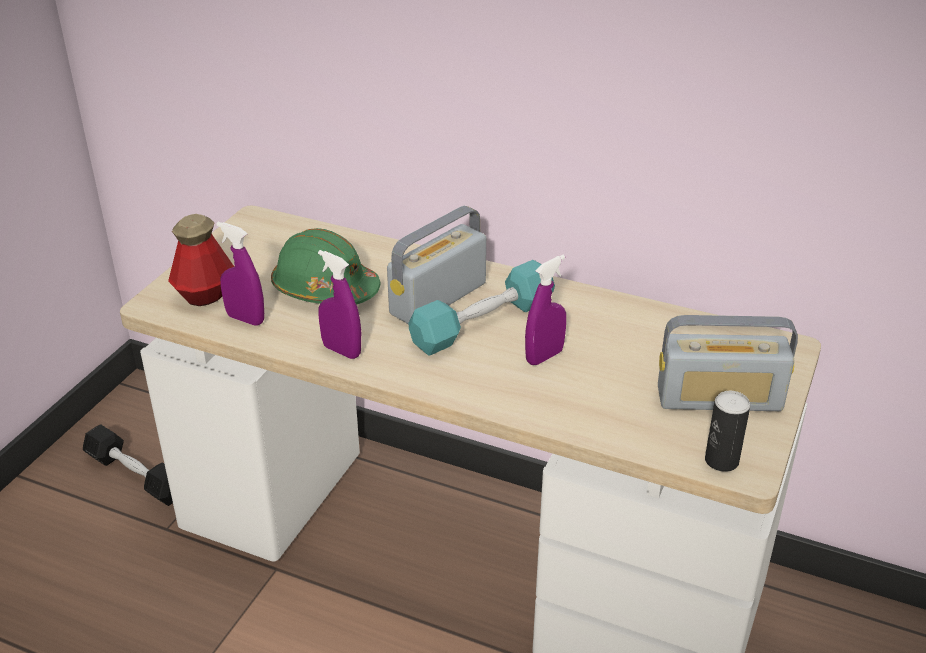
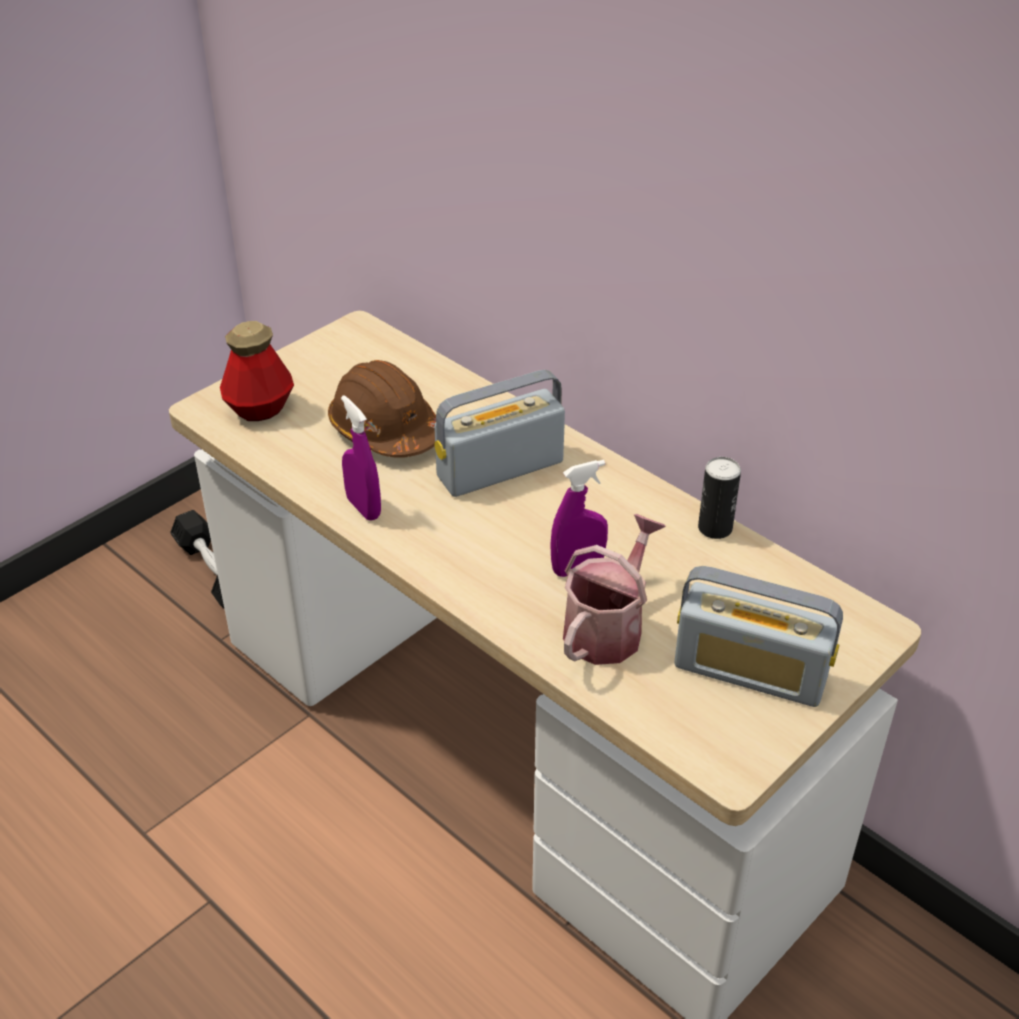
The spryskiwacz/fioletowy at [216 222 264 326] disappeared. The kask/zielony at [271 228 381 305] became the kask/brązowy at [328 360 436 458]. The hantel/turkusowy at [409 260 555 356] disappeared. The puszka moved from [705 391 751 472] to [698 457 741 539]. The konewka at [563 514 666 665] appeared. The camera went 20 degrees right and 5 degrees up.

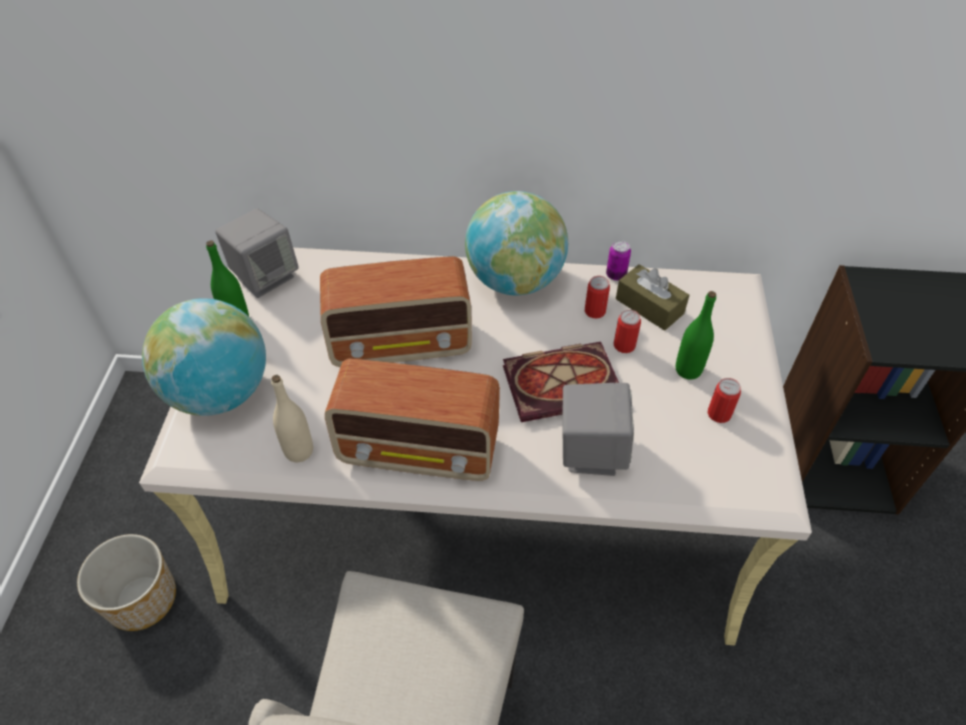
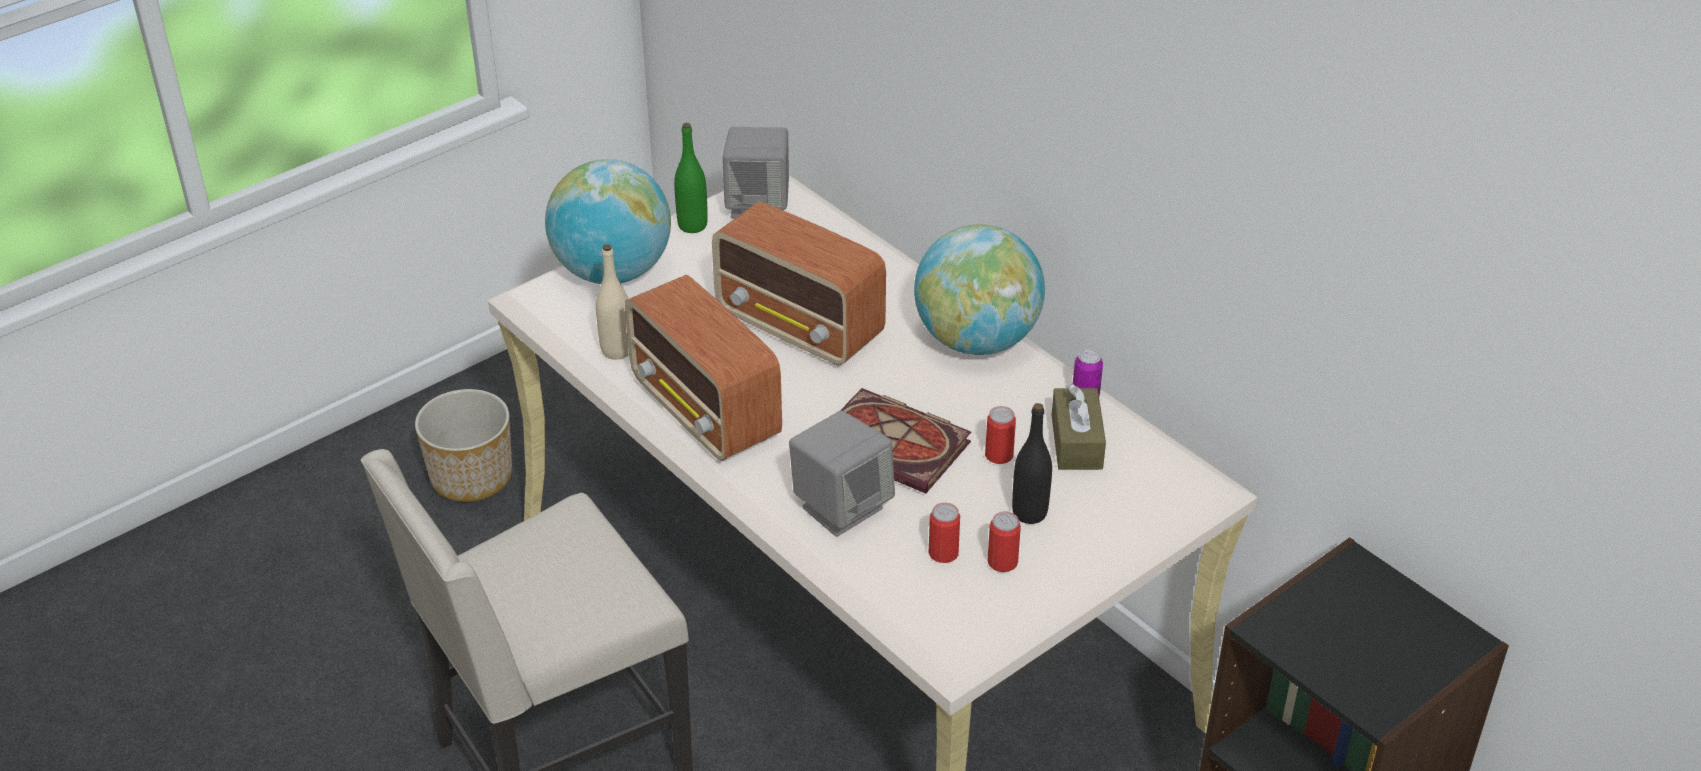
The puszka moved from [585 276 610 318] to [929 503 960 563]. The butelka/zielony at [676 291 716 379] became the butelka/czarny at [1012 403 1052 524]. The camera went 45 degrees right and 10 degrees down.

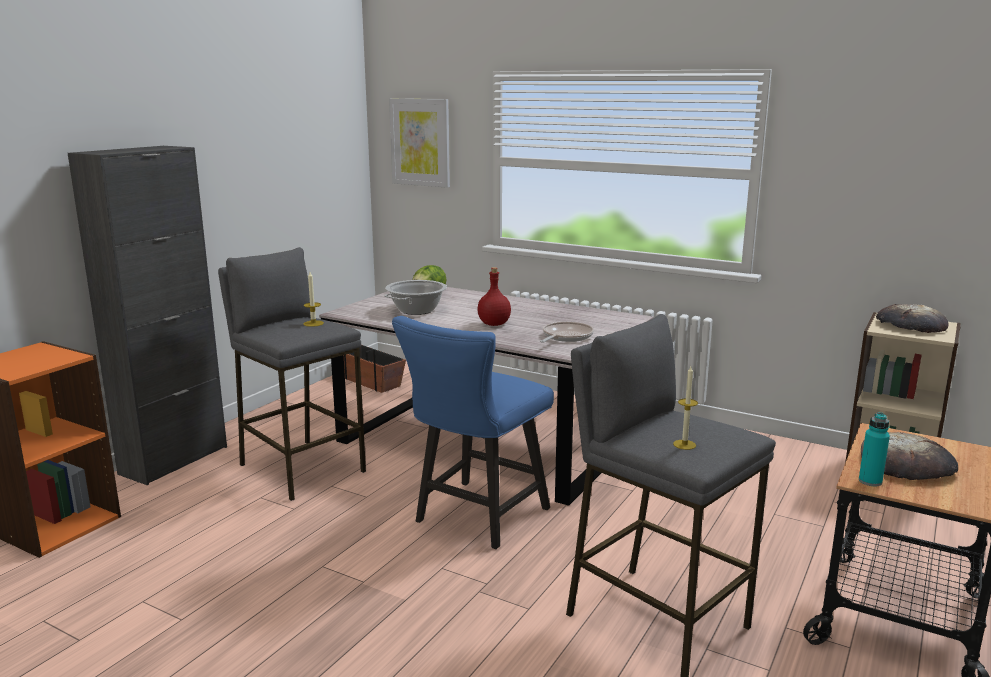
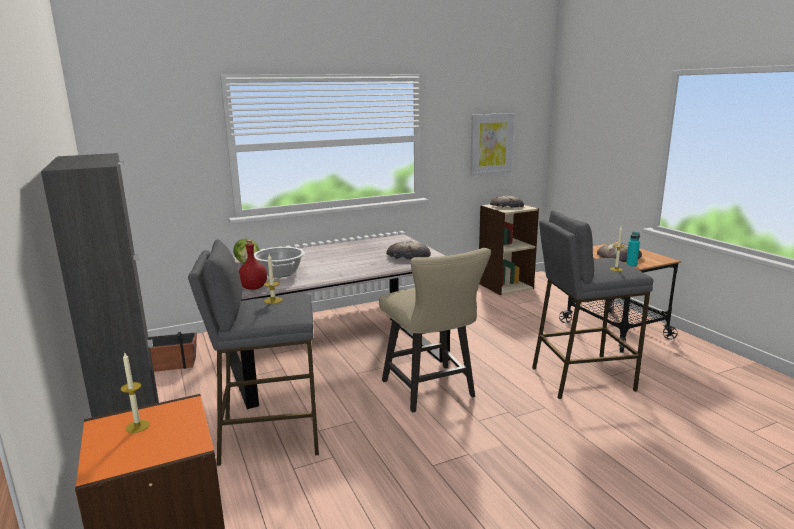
The obraz moved from [389 99 450 188] to [470 113 514 176]. The butelka/czerwony moved from [477 267 511 326] to [239 240 267 290]. The krzesło/niebieski at [392 316 554 549] became the krzesło/beżowy at [379 248 491 412]. The patelnia at [540 322 594 343] was replaced by the chleb at [386 241 431 259]. The świeca at [120 353 150 433] appeared. The camera went 55 degrees left and 0 degrees up.

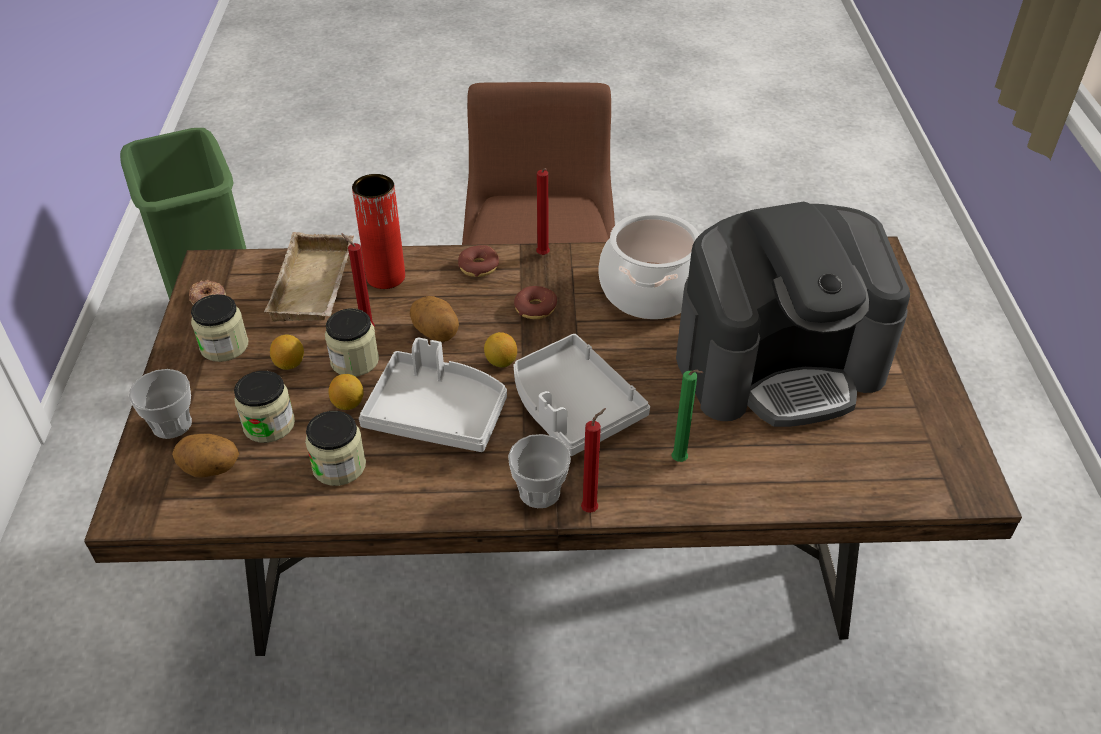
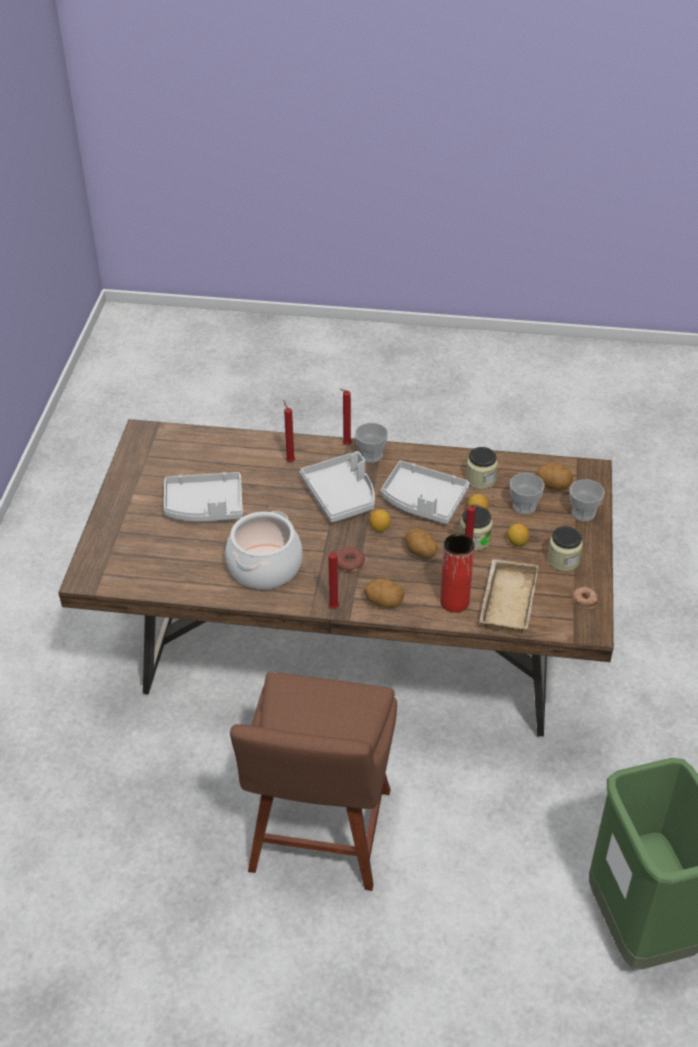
The ekspres do kawy at [676 202 910 427] was replaced by the taca/szary at [164 472 243 522]. The donut at [458 245 499 277] was replaced by the ziemniak at [364 579 404 608]. The świeca/zielony at [672 370 704 462] became the świeca/czerwony at [283 400 295 462]. The słoik at [234 371 295 443] was replaced by the filiżanka at [510 473 545 514]. The camera went 170 degrees left and 0 degrees up.

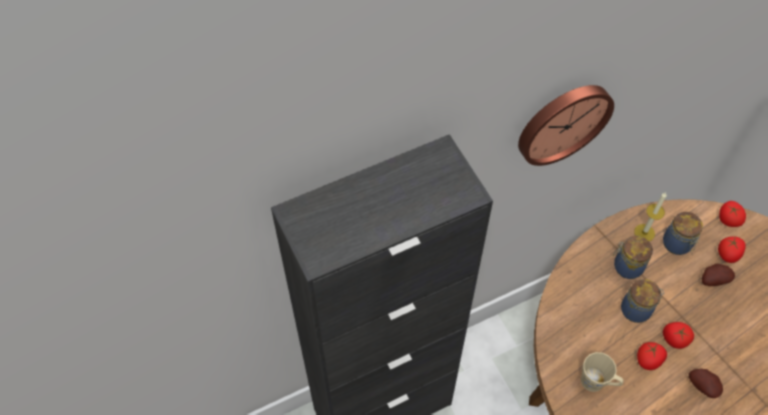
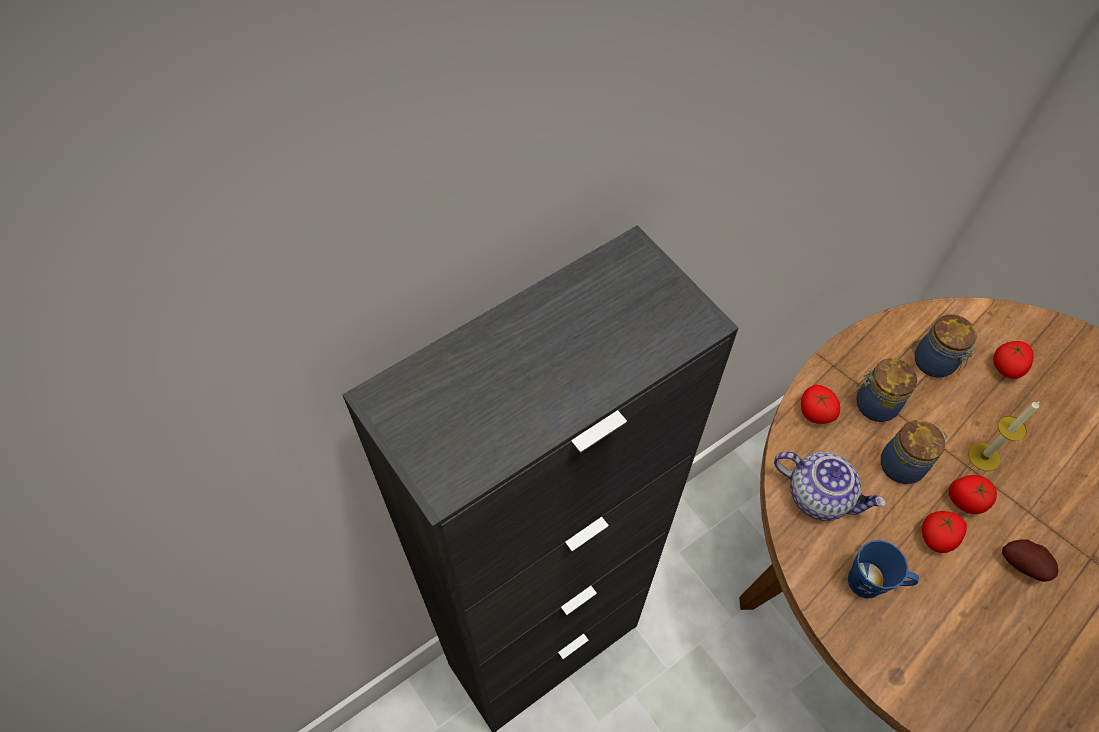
The zegar ścienny at [518 85 614 166] disappeared. The świeca moved from [634 192 666 241] to [968 401 1039 471]. The pomidor moved from [719 201 746 227] to [801 385 840 424]. The ziemniak at [702 264 735 286] disappeared. The kubek/beżowy at [581 352 624 392] became the kubek/niebieski at [848 540 919 599]. The imbryk at [774 452 886 521] appeared. The camera went 10 degrees left and 0 degrees up.

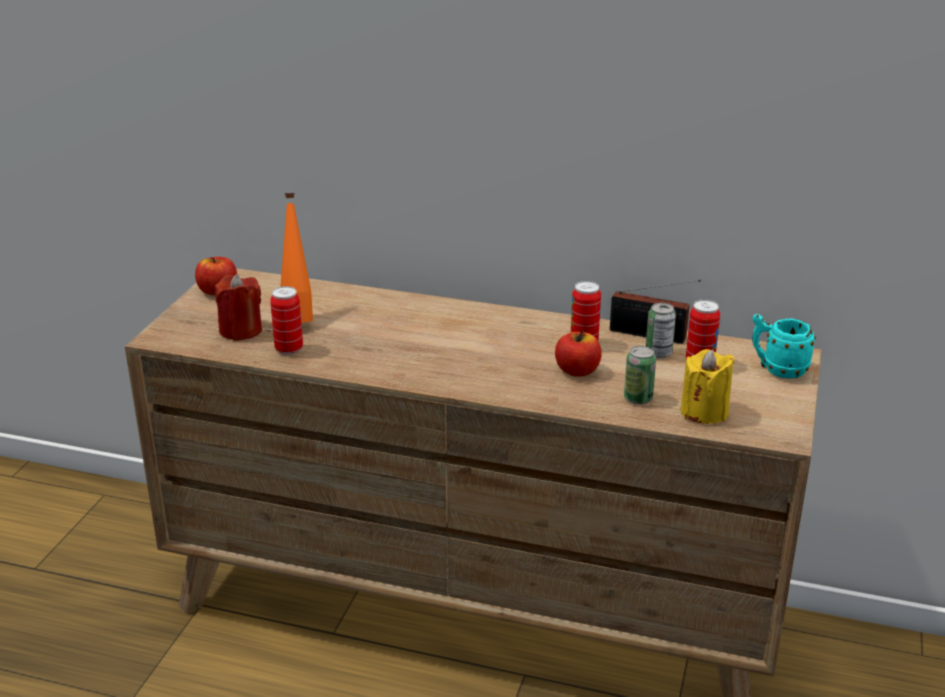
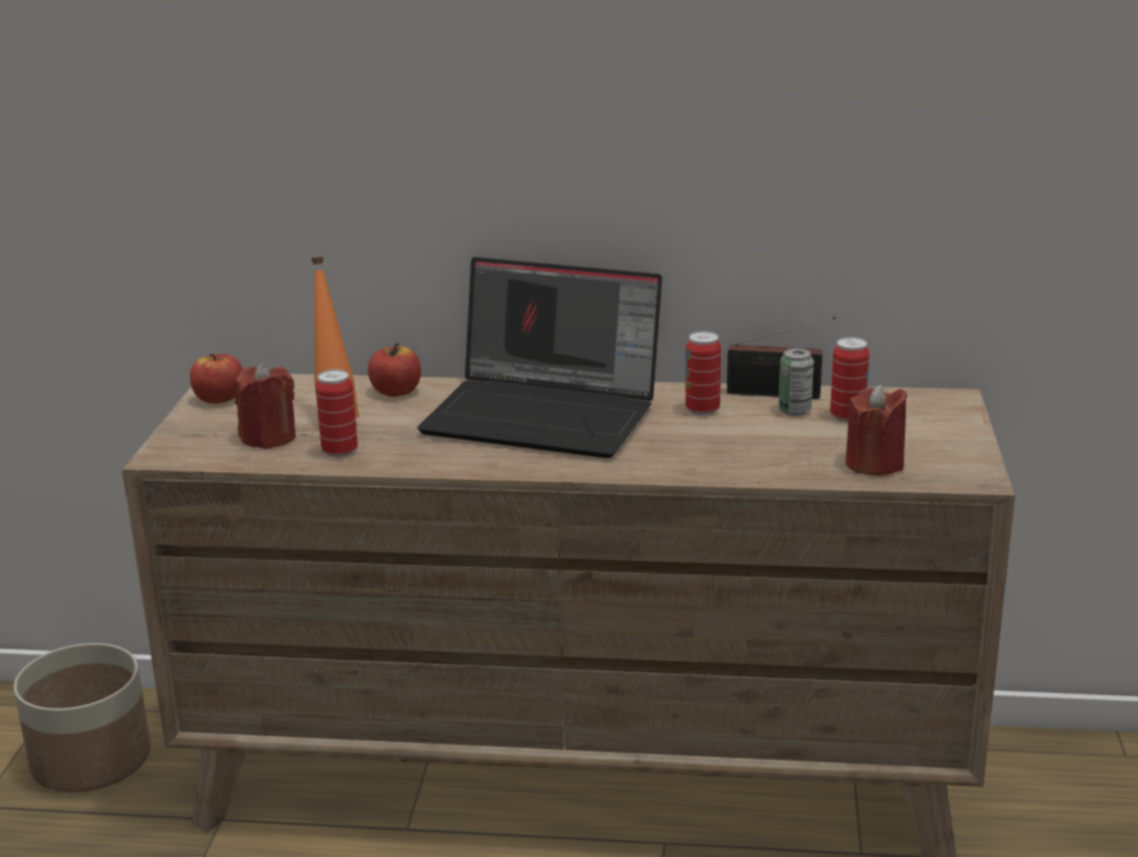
The kubek/turkusowy at [752 314 816 379] disappeared. The jabłko moved from [555 330 602 377] to [368 343 421 397]. The puszka at [624 346 656 404] disappeared. The świeca/żółty at [680 349 735 424] became the świeca/czerwony at [845 384 907 476]. The laptop at [417 257 662 458] appeared. The donica at [14 643 151 793] appeared. The camera went 10 degrees left and 5 degrees down.

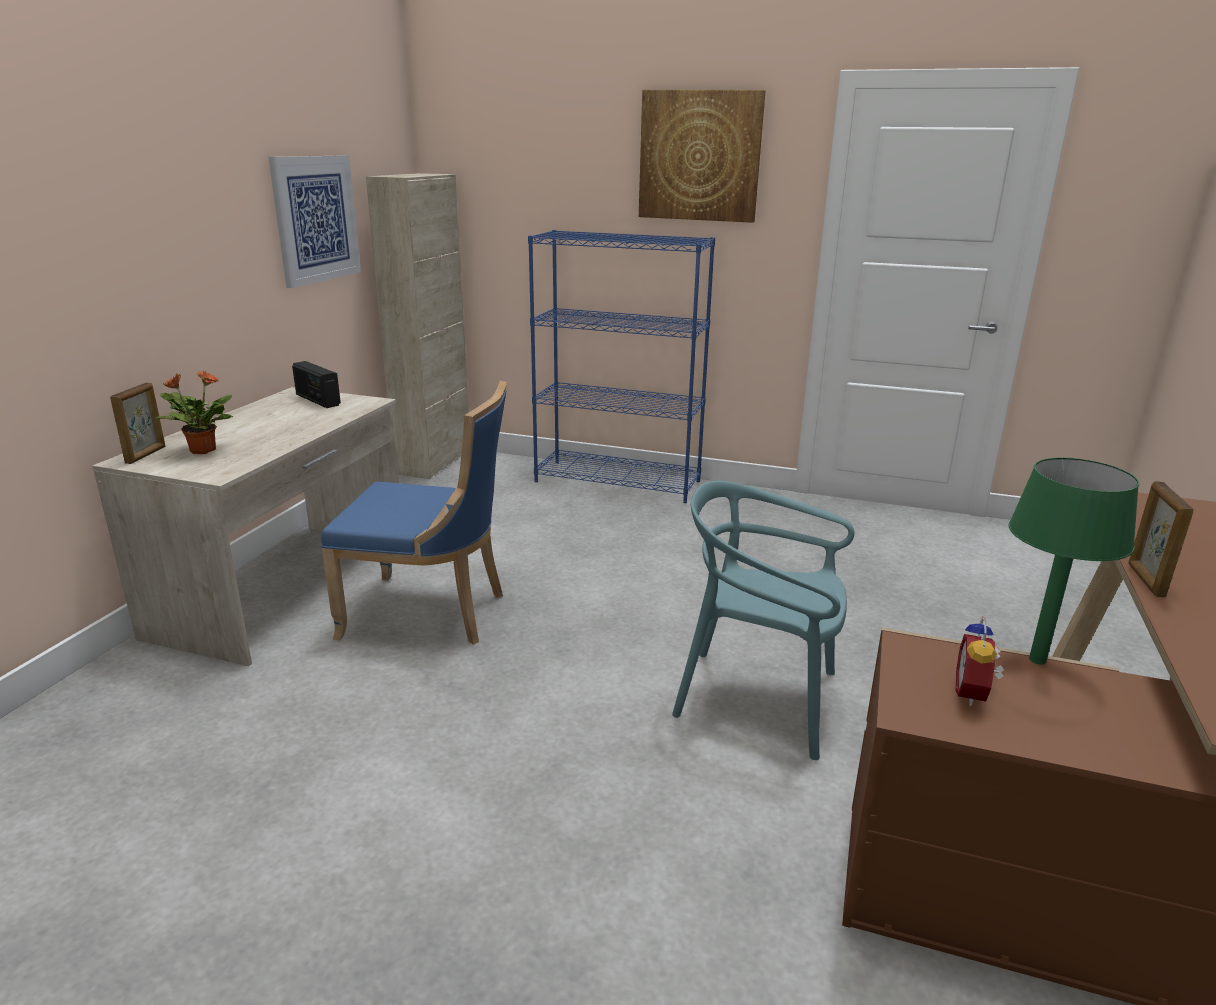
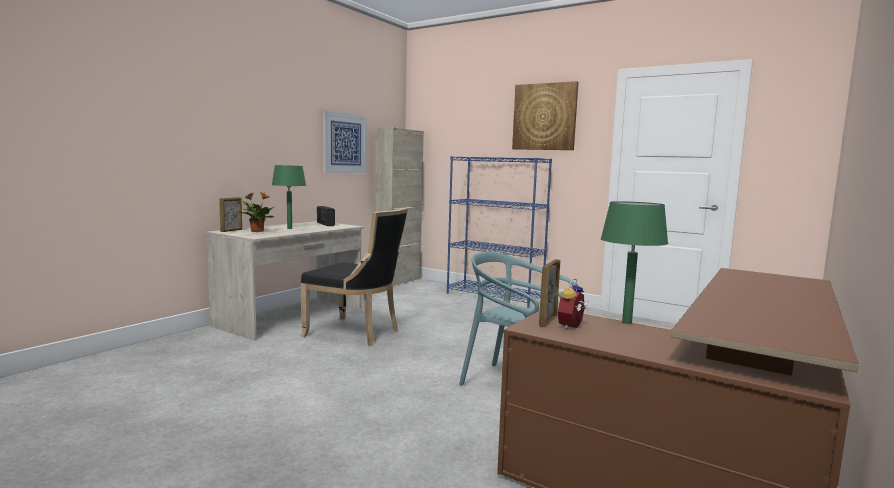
The krzesło/niebieski at [321 381 507 645] became the krzesło/czarny at [301 208 408 346]. The ramka na zdjęcie moved from [1128 481 1194 597] to [539 259 560 327]. The lampa stołowa/zielony at [272 165 306 229] appeared. The camera went 15 degrees right and 15 degrees down.

